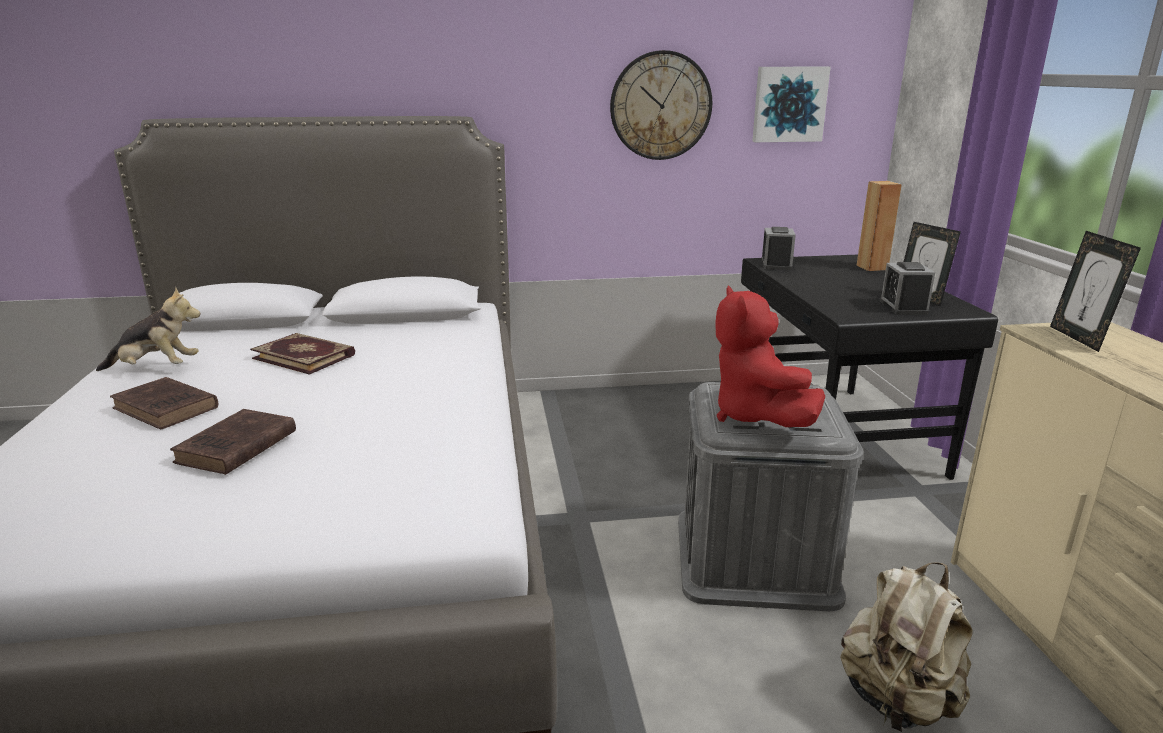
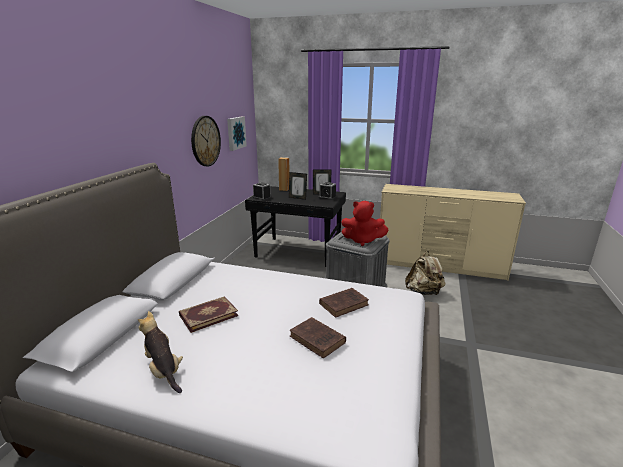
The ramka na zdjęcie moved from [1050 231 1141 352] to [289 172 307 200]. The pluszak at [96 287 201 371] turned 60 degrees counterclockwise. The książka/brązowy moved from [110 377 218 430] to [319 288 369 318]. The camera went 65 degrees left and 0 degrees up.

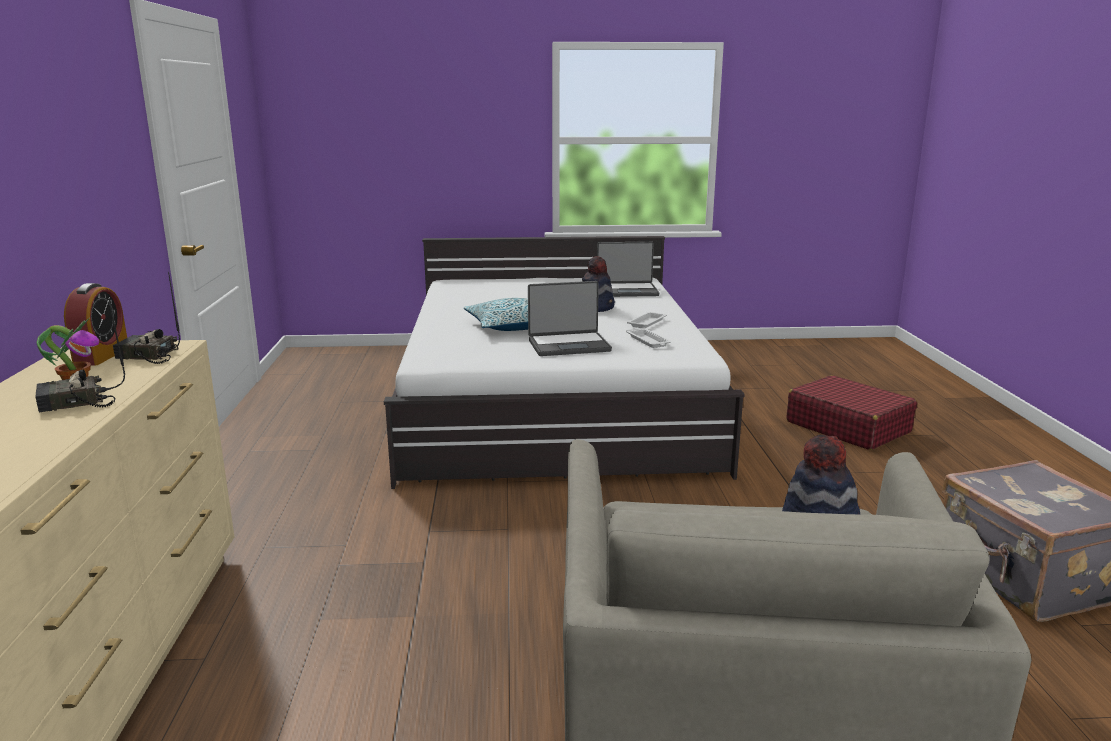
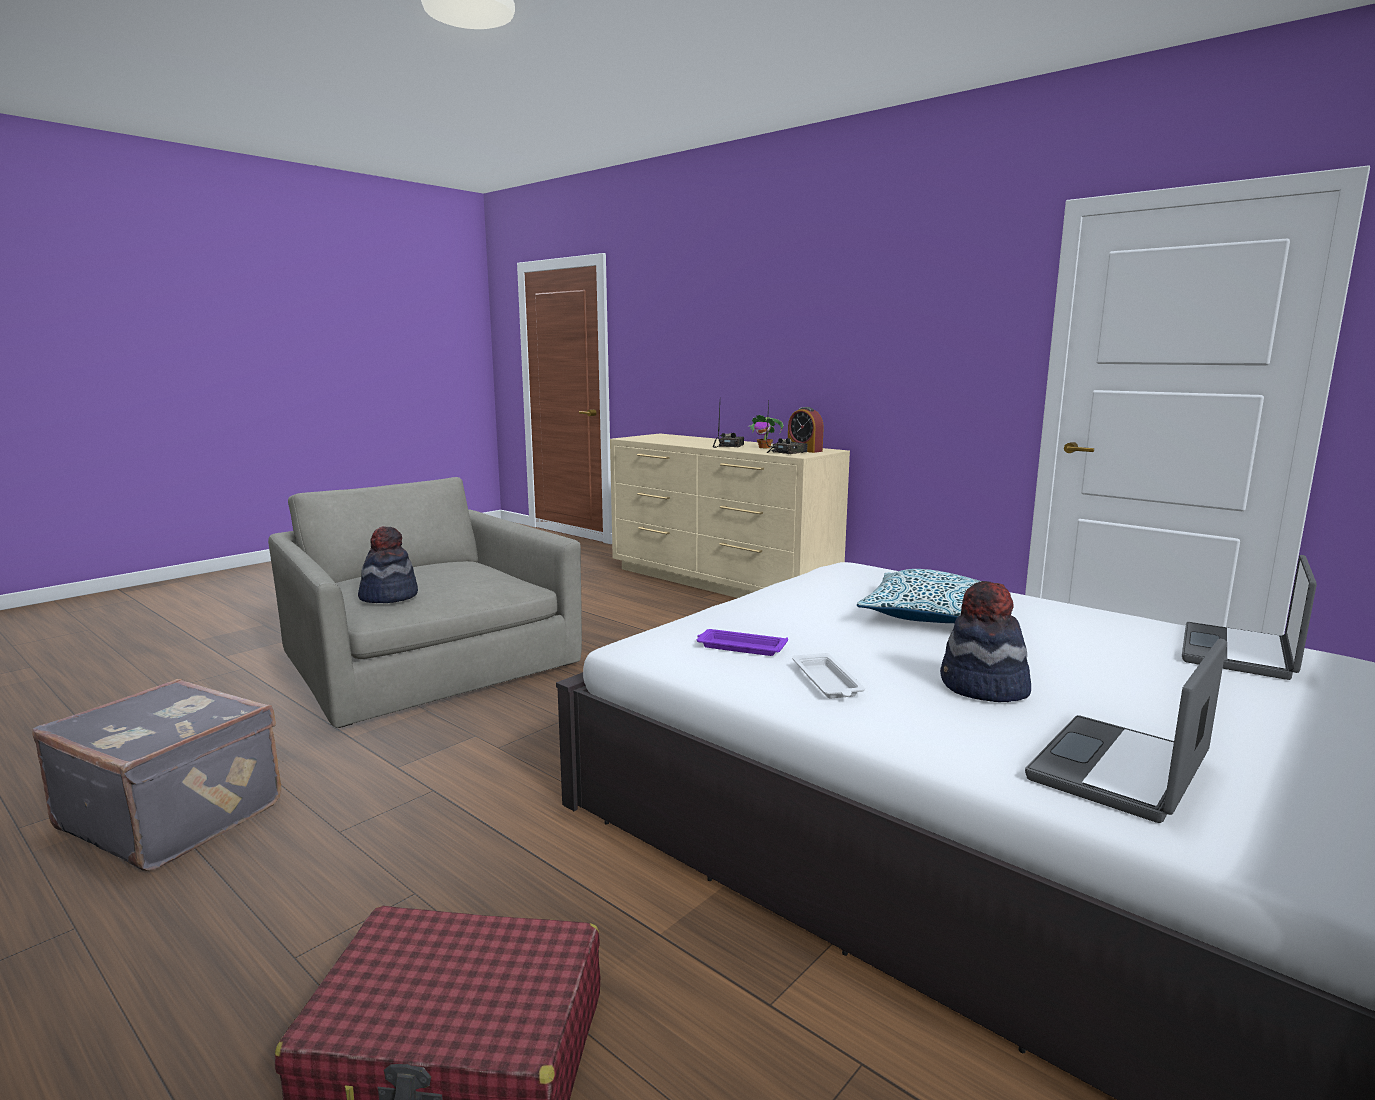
The laptop moved from [528 281 612 356] to [1182 555 1317 680]. The taca/biały at [626 328 671 348] became the taca/fioletowy at [697 629 788 656]. The camera went 135 degrees right and 5 degrees down.

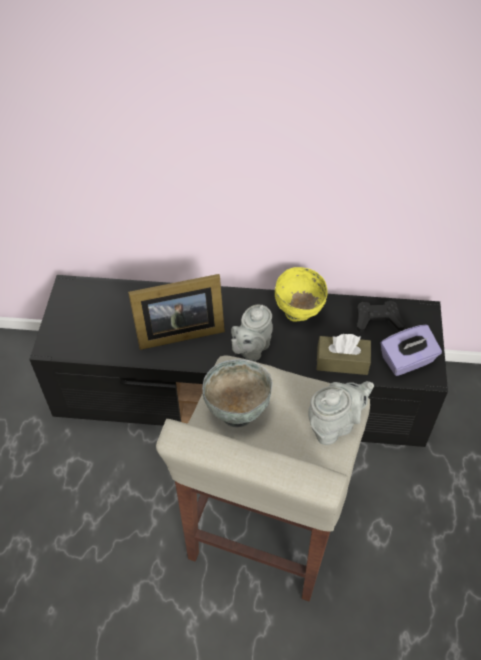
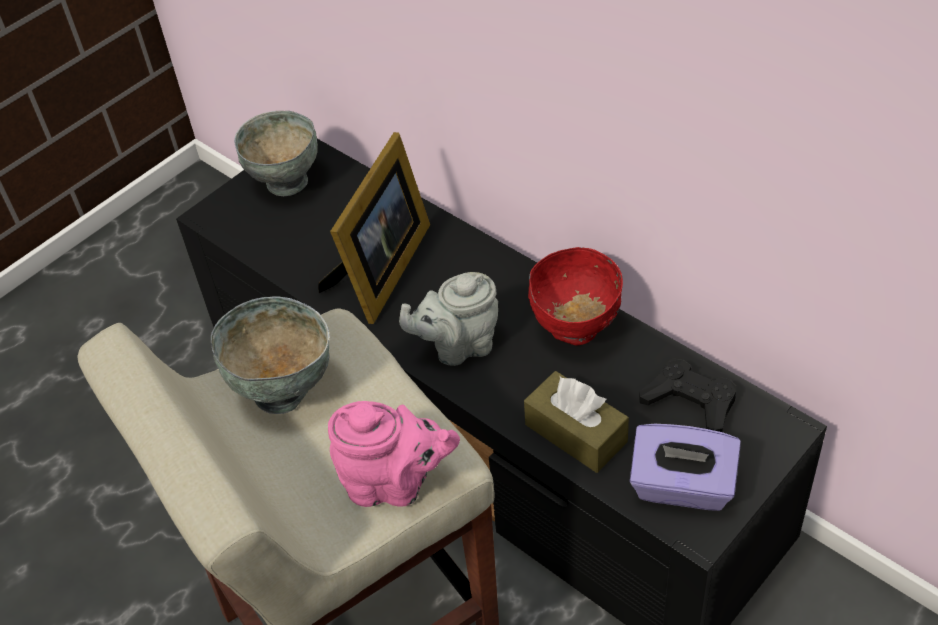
The miska/żółty at [275 267 328 322] became the miska/czerwony at [528 247 623 345]. The ramka na zdjęcie at [128 274 225 350] turned 90 degrees counterclockwise. The imbryk/szary at [308 381 374 445] became the imbryk/różowy at [328 401 460 507]. The miska/szary at [234 111 318 196] appeared. The camera went 40 degrees right and 5 degrees down.

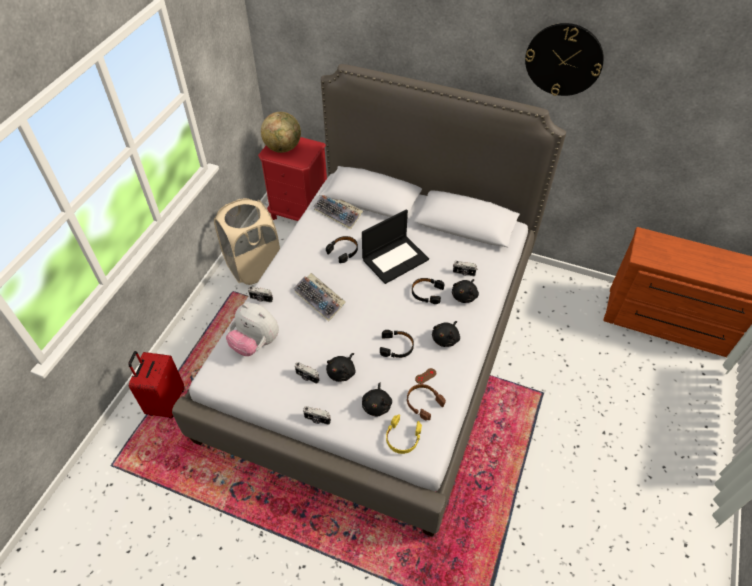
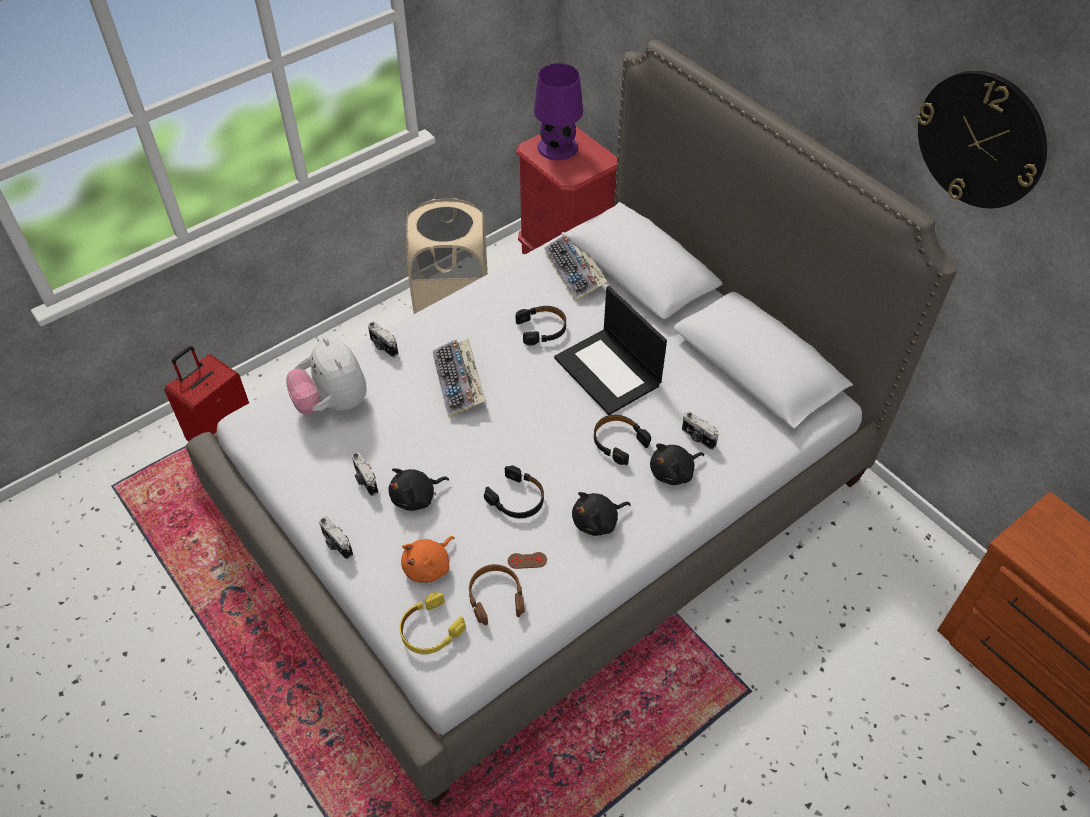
The globus at [261 112 301 153] was replaced by the lampa stołowa/fioletowy at [534 63 583 160]. The laptop at [362 209 429 284] turned 60 degrees clockwise. The pluszak/czarny at [362 383 392 416] became the pluszak/pomarańczowy at [401 536 454 582]. The camera went 30 degrees right and 0 degrees up.

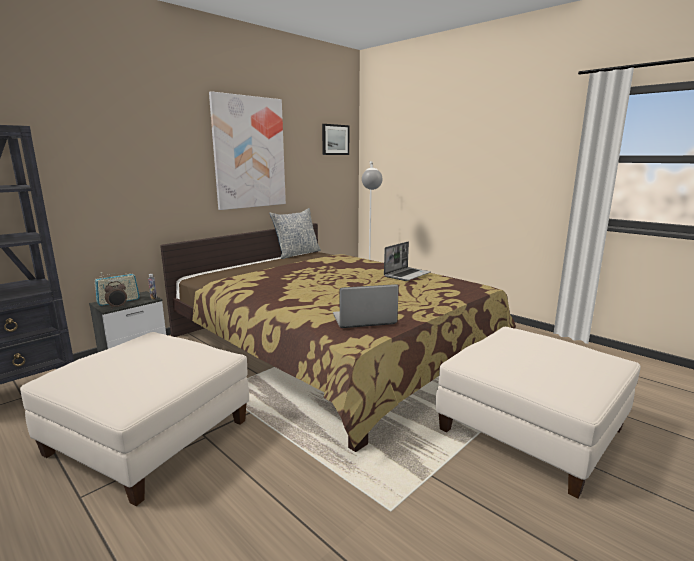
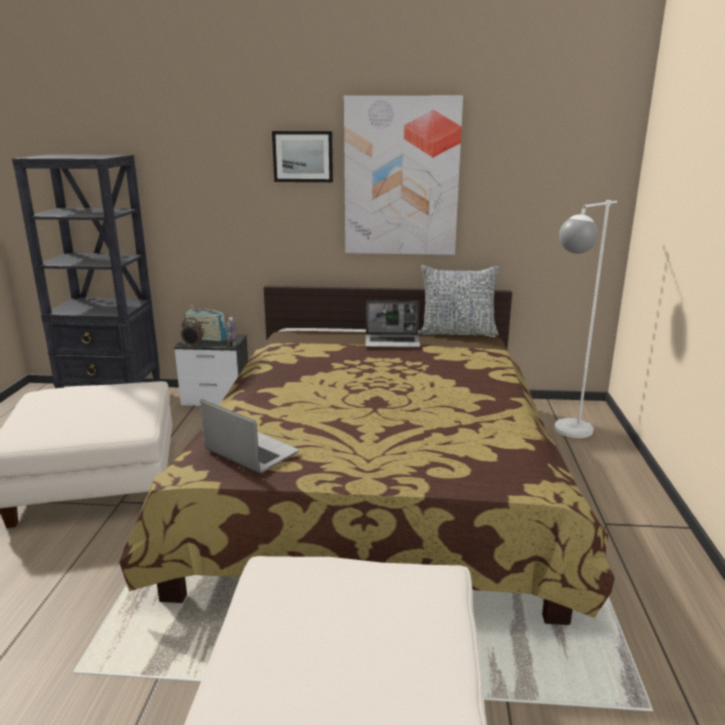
The obraz moved from [322 124 349 155] to [272 131 333 182]. The laptop moved from [384 242 431 281] to [365 301 420 348]. The camera went 50 degrees right and 5 degrees up.

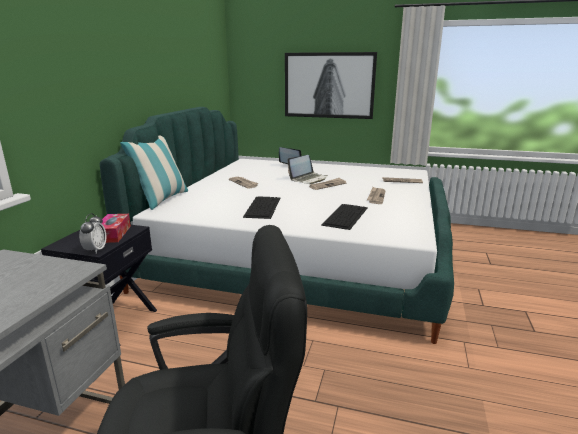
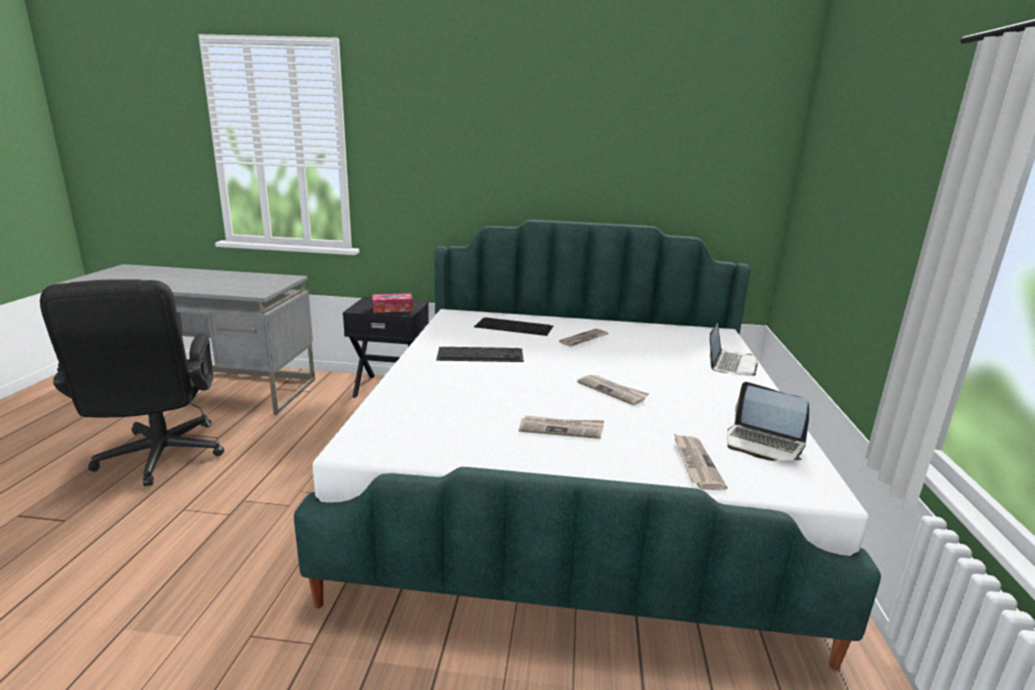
The obraz at [285 52 377 119] disappeared. The poduszka at [120 136 188 210] disappeared. The laptop moved from [287 155 328 184] to [727 382 809 461]. The klawiatura moved from [321 204 368 230] to [474 317 553 336]. The budzik at [79 213 107 254] disappeared. The camera went 80 degrees right and 0 degrees up.

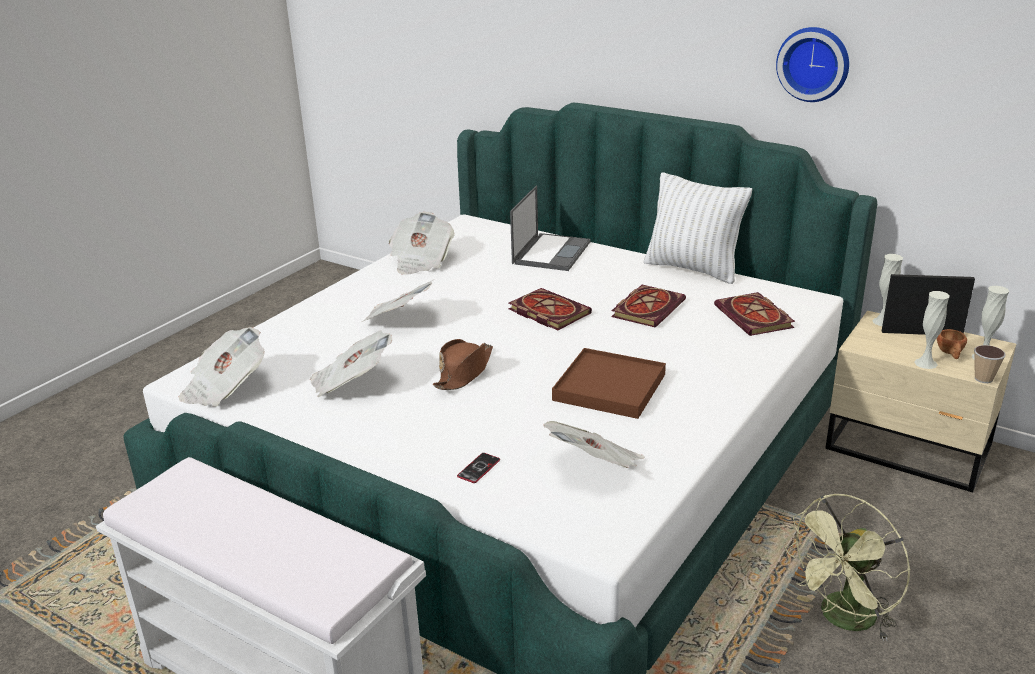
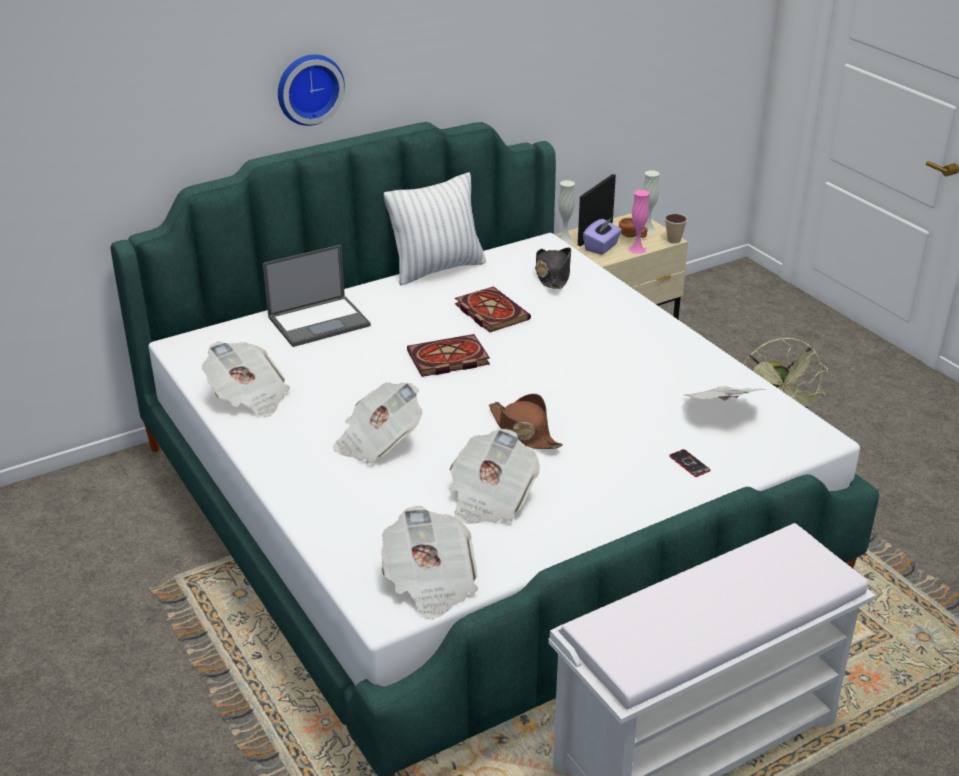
The zegar ścienny moved from [776 27 849 102] to [278 55 345 126]. The laptop at [510 186 591 271] turned 105 degrees clockwise. The wazon/biały at [914 291 950 369] became the wazon/różowy at [629 190 650 254]. The książka at [714 292 795 336] was replaced by the kapelusz/czarny at [535 248 571 289]. The taca/brązowy at [552 348 666 419] disappeared. The pudełko chusteczek/fioletowy at [583 219 622 255] appeared. The camera went 65 degrees left and 5 degrees up.

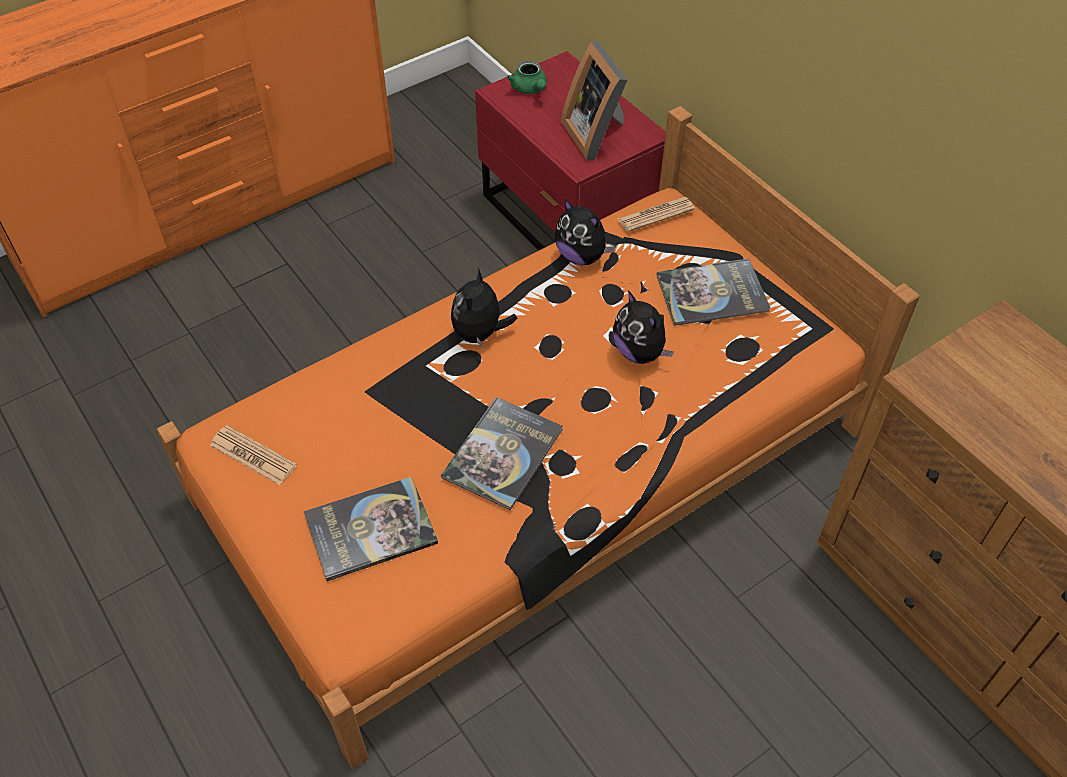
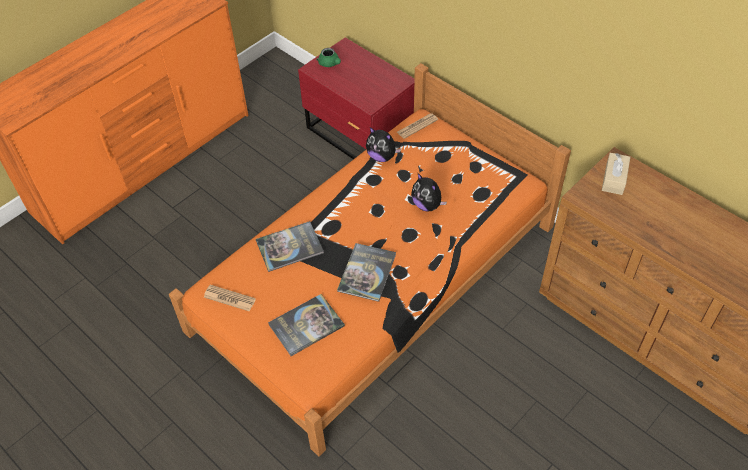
The ramka na zdjęcie at [561 41 627 160] disappeared. The książka moved from [657 258 770 326] to [256 221 324 272]. The pluszak at [451 268 518 349] disappeared. The pudełko chusteczek/beżowy at [602 153 630 195] appeared. The camera went 10 degrees left and 0 degrees up.

